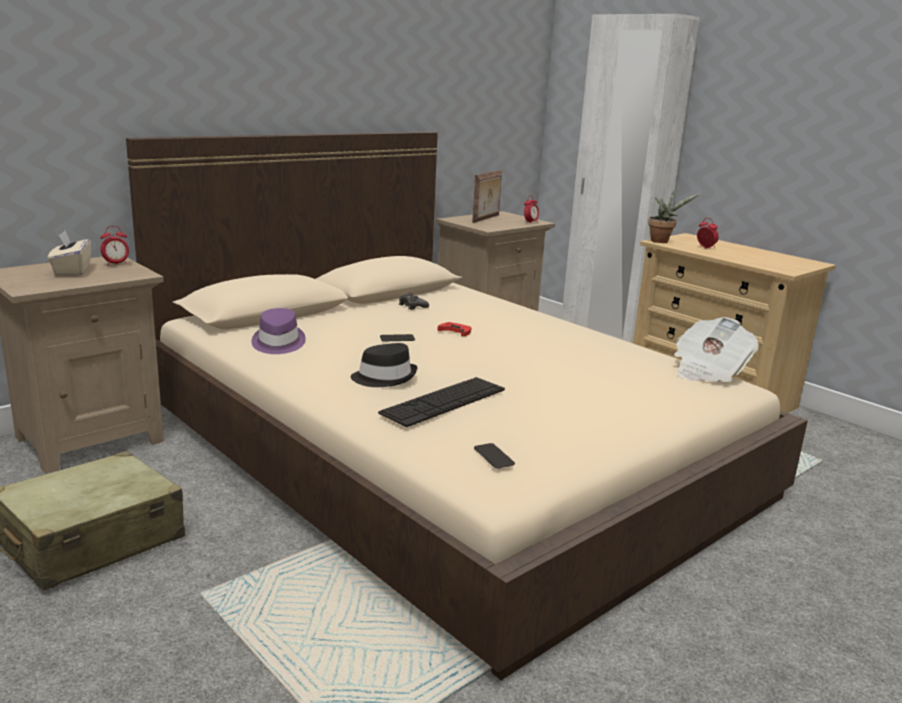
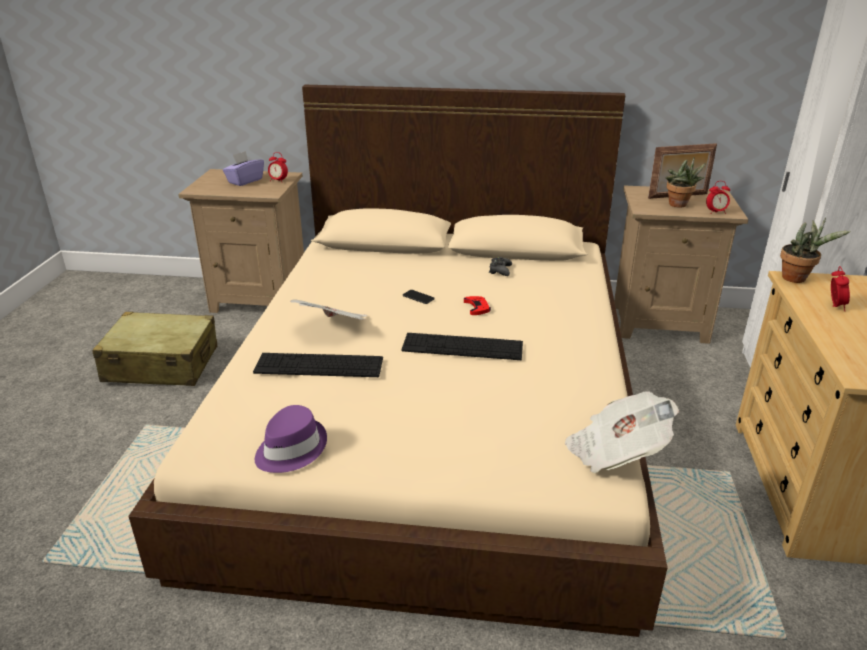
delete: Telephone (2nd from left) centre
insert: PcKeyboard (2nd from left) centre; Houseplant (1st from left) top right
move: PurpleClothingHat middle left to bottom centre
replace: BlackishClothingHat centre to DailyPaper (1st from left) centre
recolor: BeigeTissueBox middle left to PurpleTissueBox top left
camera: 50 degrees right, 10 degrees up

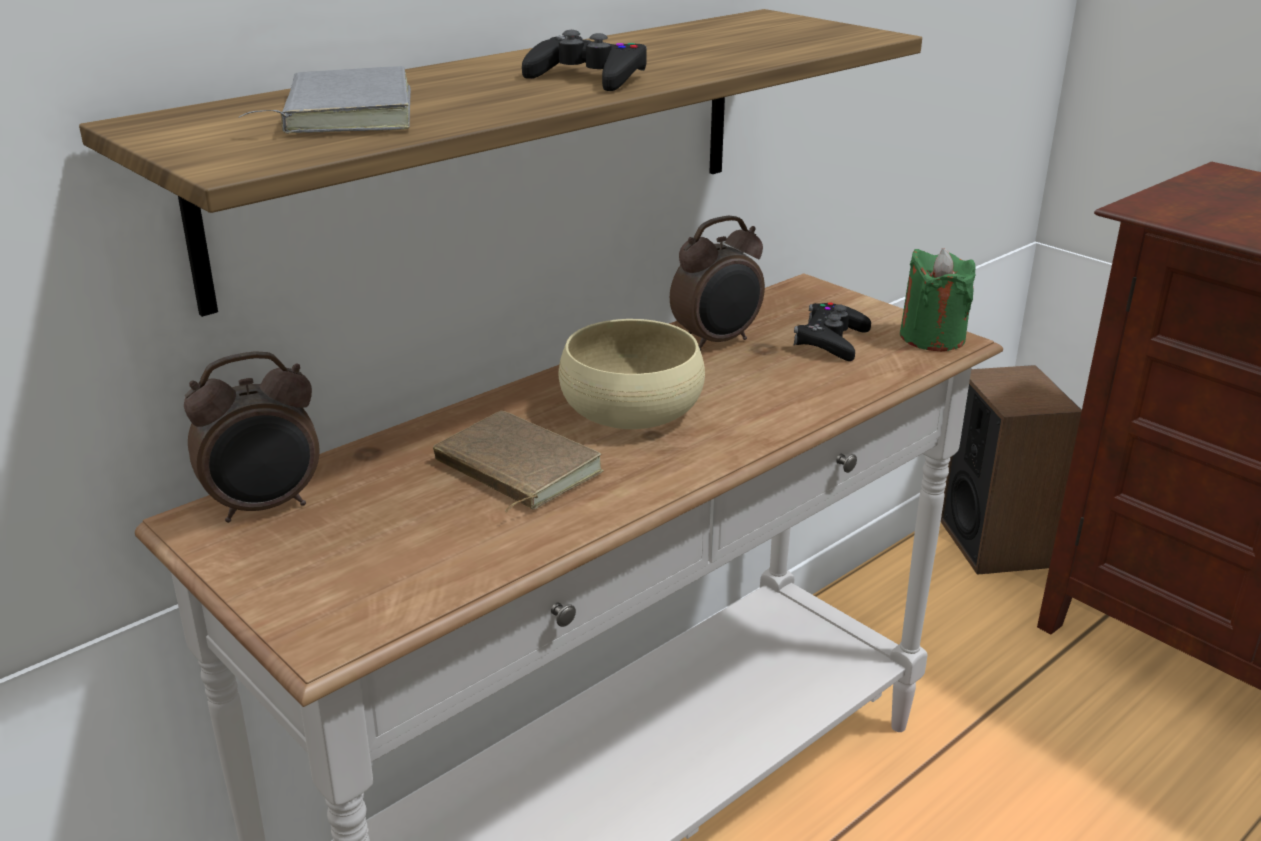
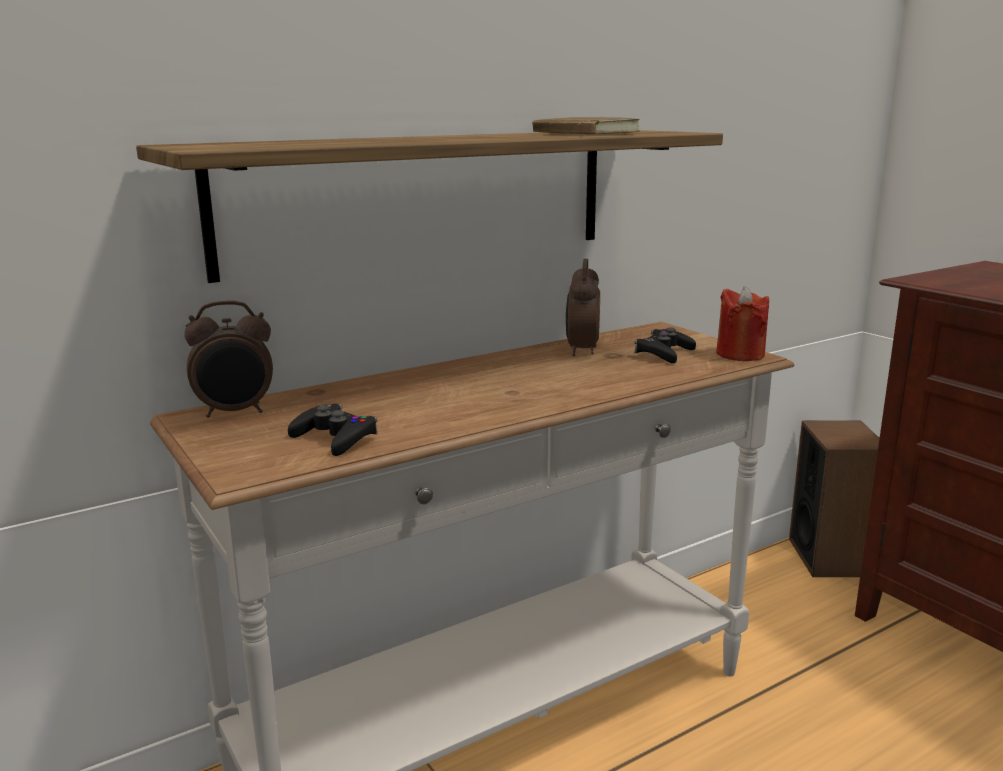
delete: GreyishBoundBook top left; BeigeDeepDish centre
move: BrownishBoundBook centre to top centre; BlackishJoypad (1st from left) top centre to middle left
recolor: GreenWaxCandle middle right to RedWaxCandle middle right
rotate: BedsideClock (2nd from left) centre = centre 120 degrees clockwise
camera: 10 degrees right, 10 degrees down

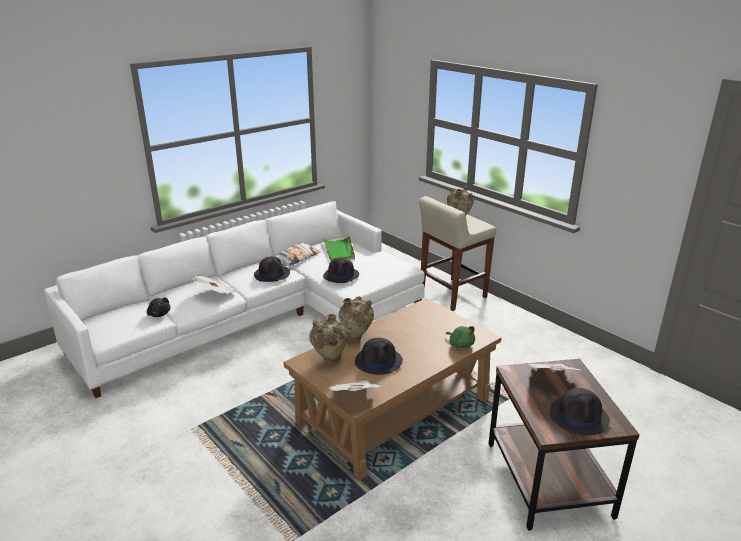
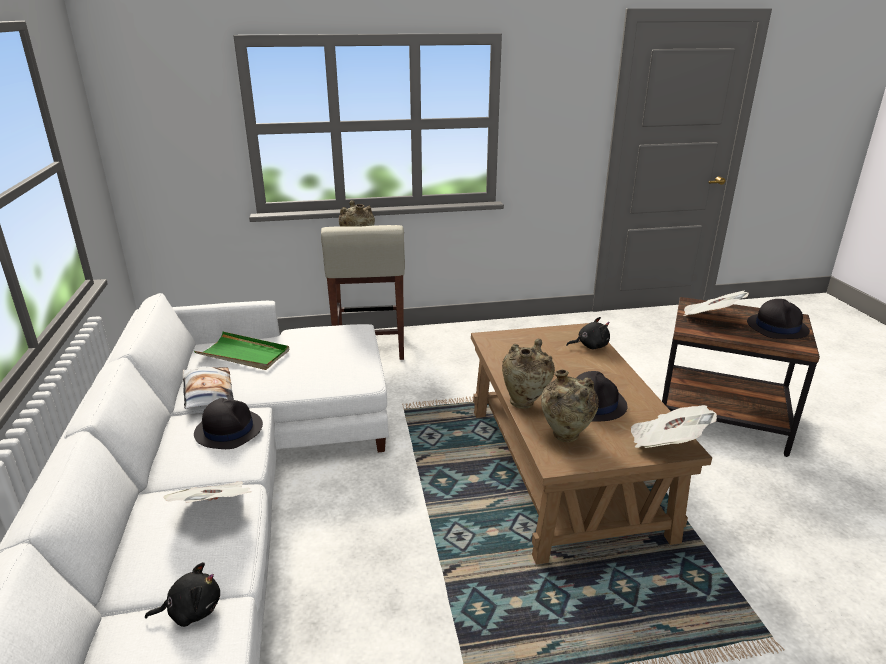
delete: BlackishClothingHat (2nd from left) centre
recolor: GreenSoftToy centre to BlackishSoftToy (2nd from left) centre
camera: 60 degrees left, 0 degrees up

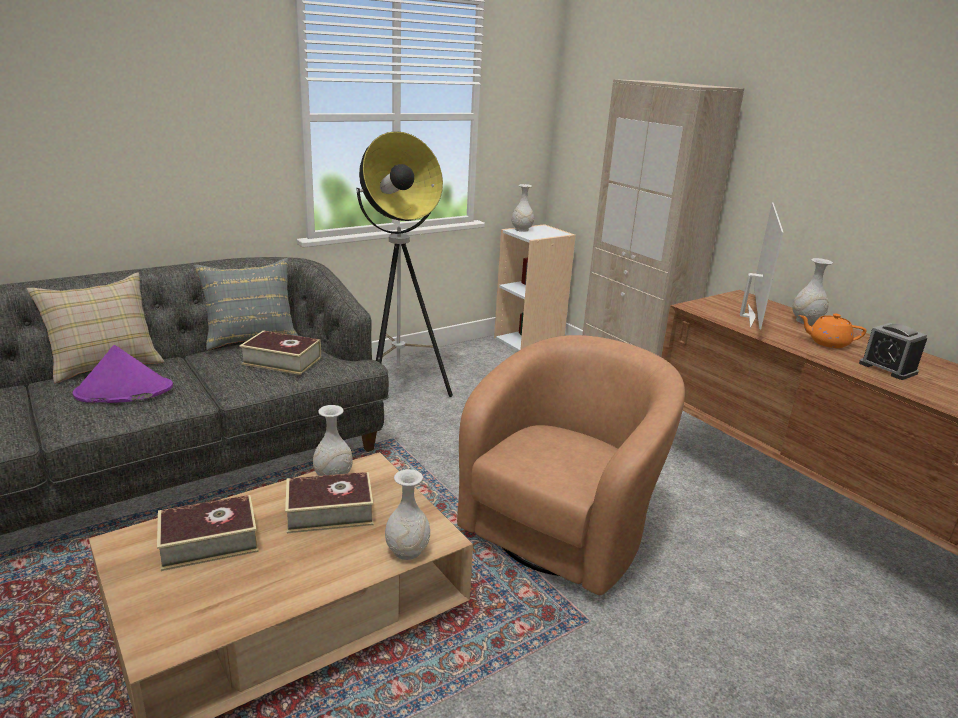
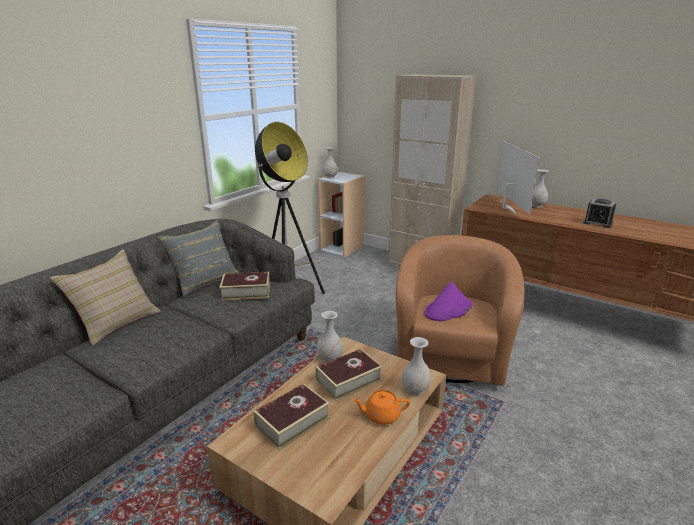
move: PurpleClothingHat middle left to centre; OrangeColouredTeapot middle right to bottom centre
camera: 20 degrees left, 0 degrees up

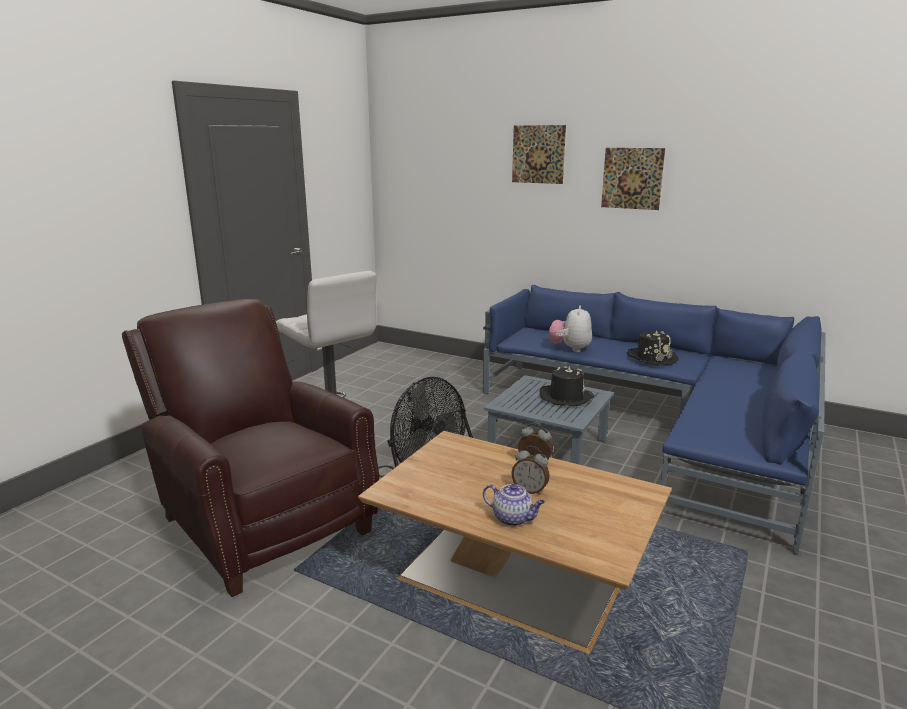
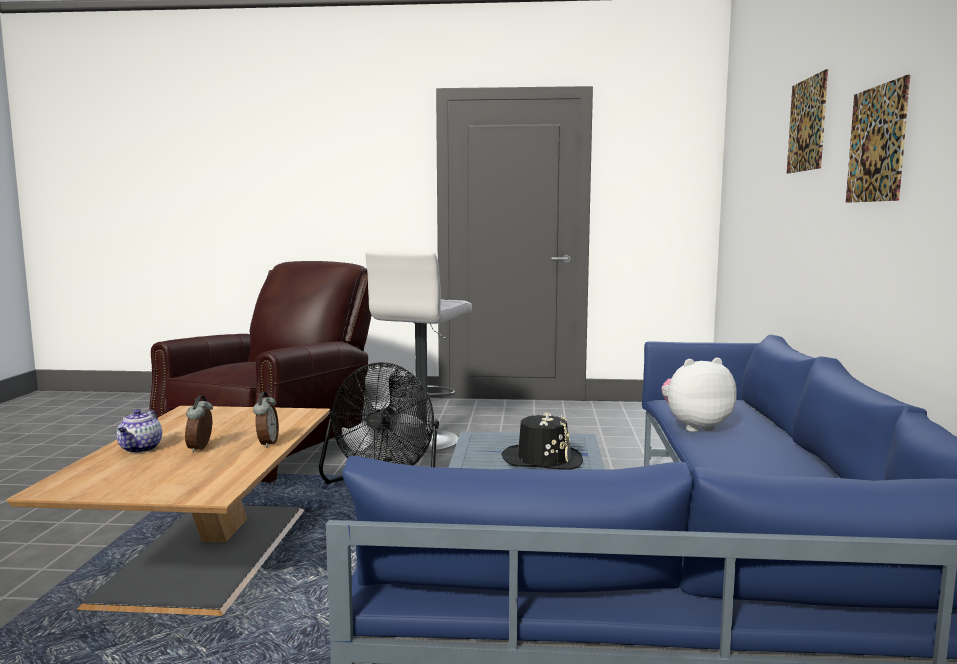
delete: BlackishClothingHat (2nd from left) middle right
camera: 65 degrees right, 10 degrees down

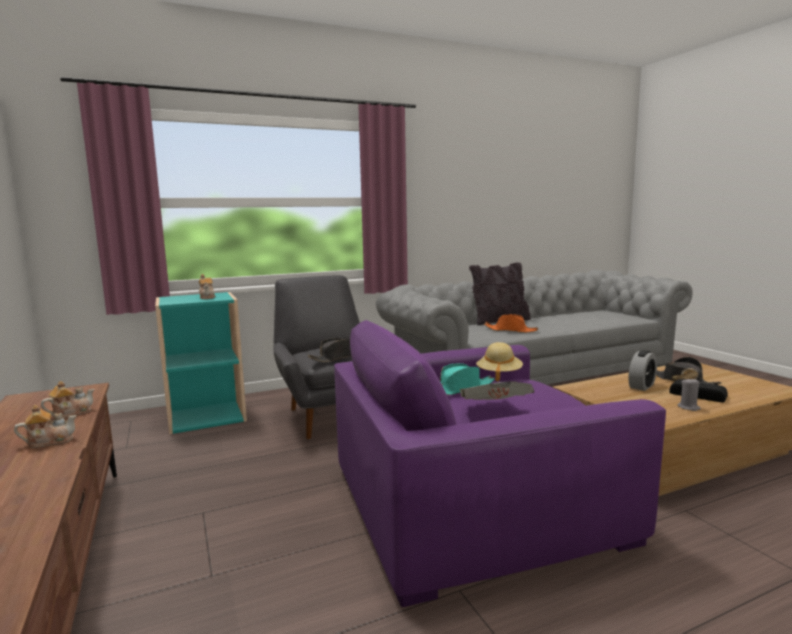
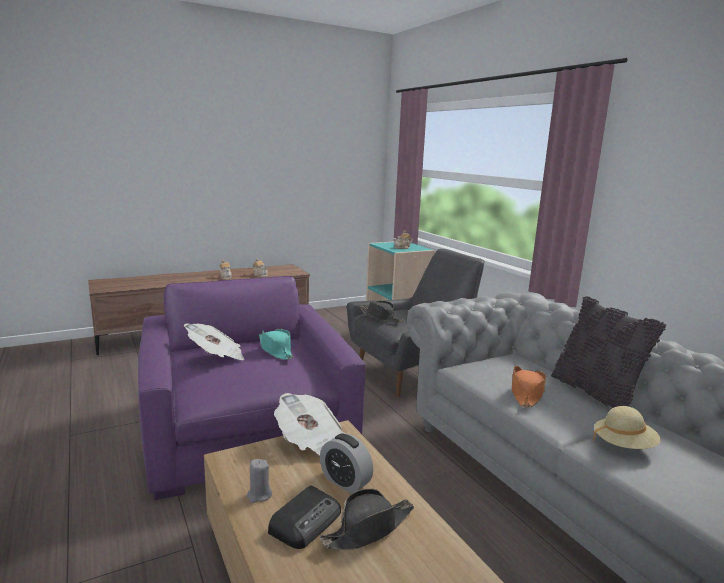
insert: DailyPaper (2nd from left) bottom centre
move: BeigeClothingHat centre to bottom right
camera: 85 degrees right, 5 degrees up

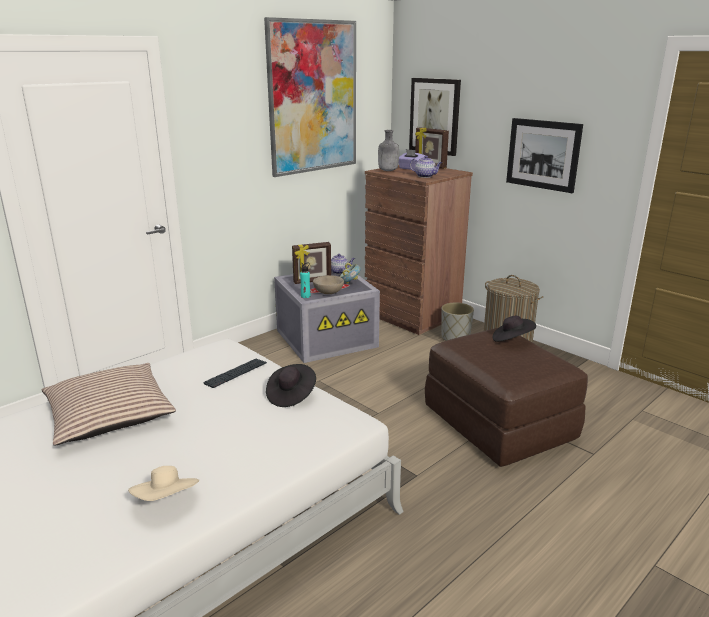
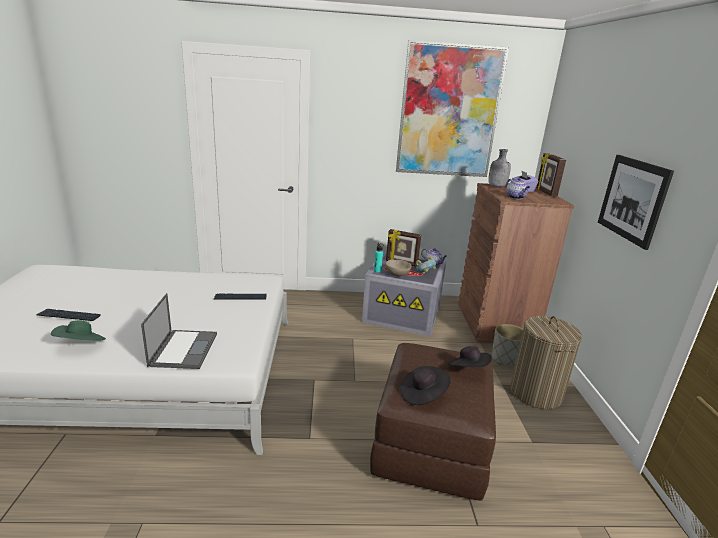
delete: Cushion middle left; WallArt (2nd from left) top centre
insert: PcKeyboard (1st from left) middle left; PortableComputer middle left
move: BlackishClothingHat (1st from left) centre to bottom centre
recolor: BeigeClothingHat bottom left to GreenClothingHat middle left
camera: 40 degrees right, 0 degrees up

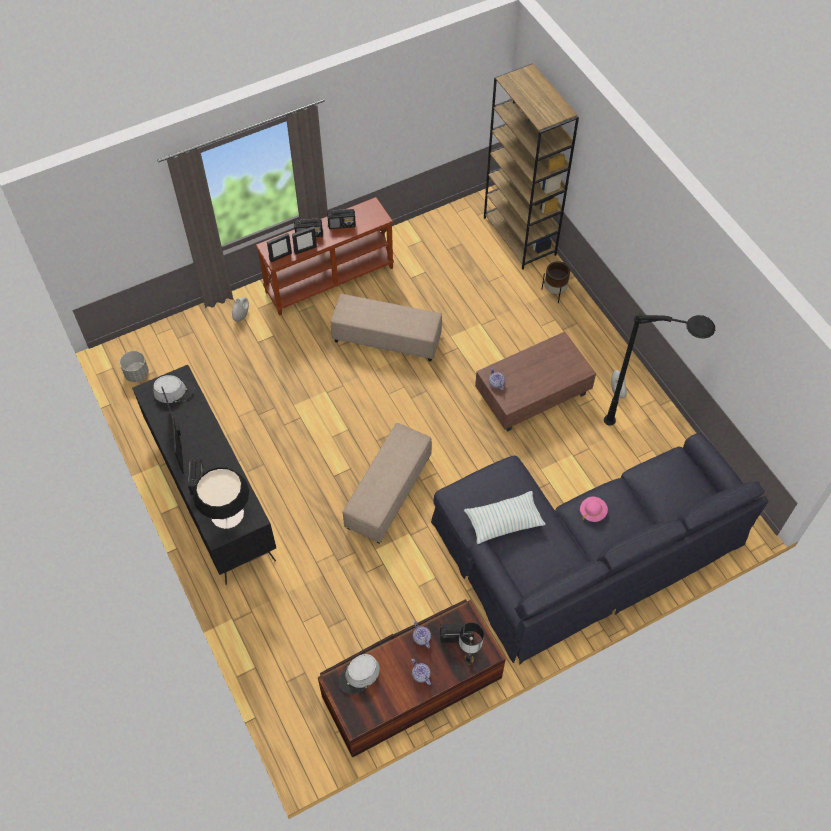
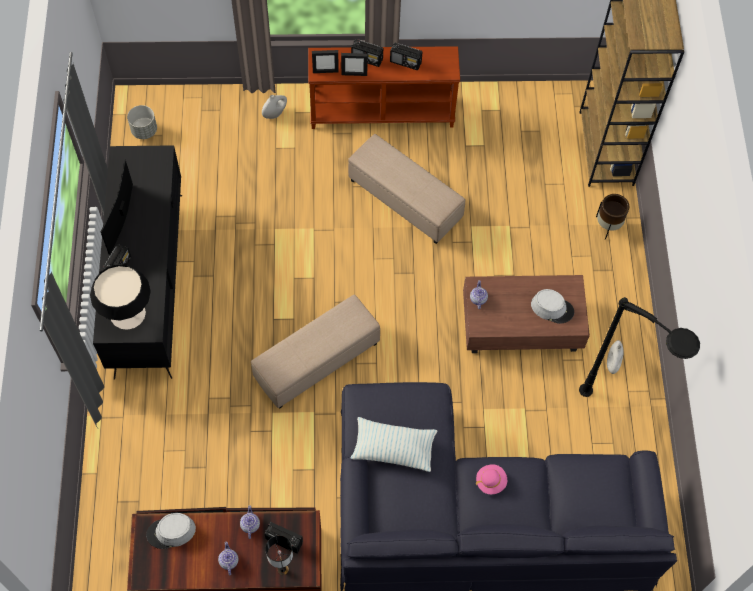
move: GreyishClothingHat (1st from left in the first image) middle left to GreyishClothingHat (2nd from left) middle right
camera: 25 degrees right, 5 degrees up

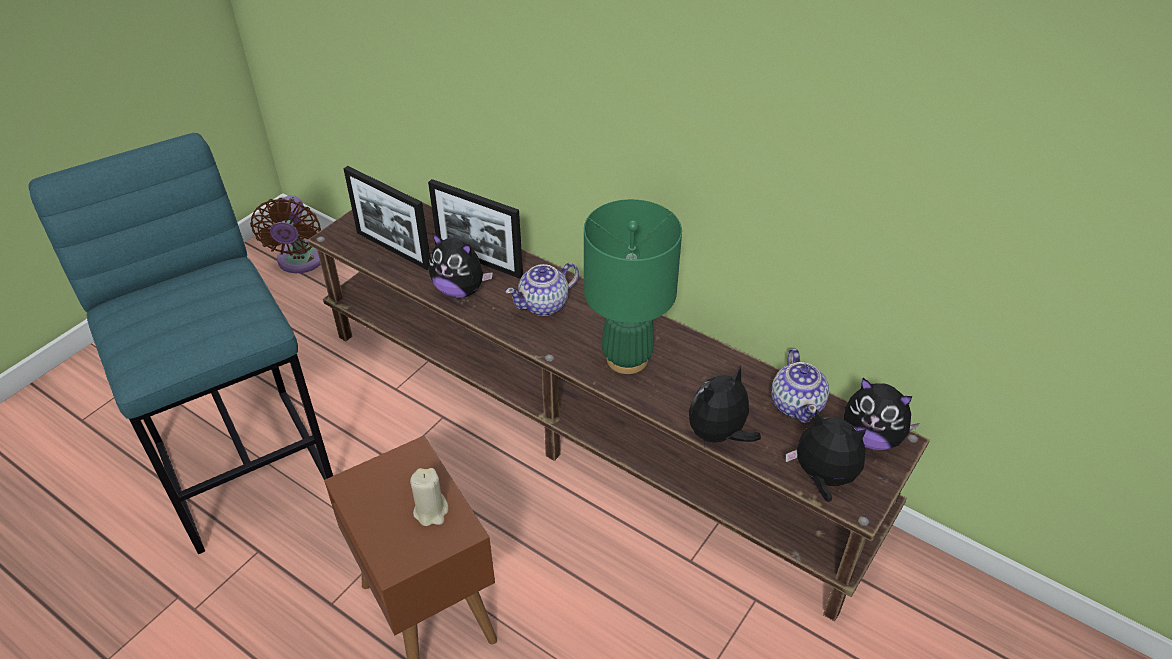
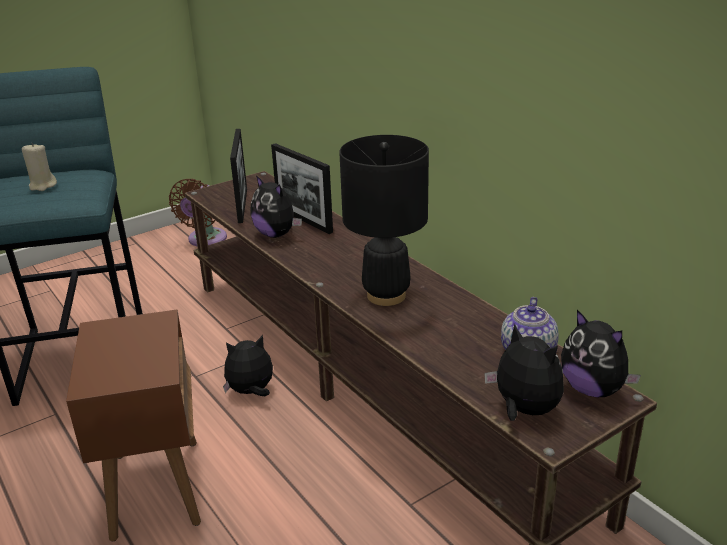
delete: Teapot (1st from left) centre
move: BeigeWaxCandle bottom centre to top left; SoftToy (2nd from left in the first image) centre to SoftToy (1st from left) bottom centre
recolor: GreenTabletopLamp centre to BlackishTabletopLamp centre
rotate: StandingFrame (1st from left) top left = top left 150 degrees counterclockwise
camera: 20 degrees right, 15 degrees down

